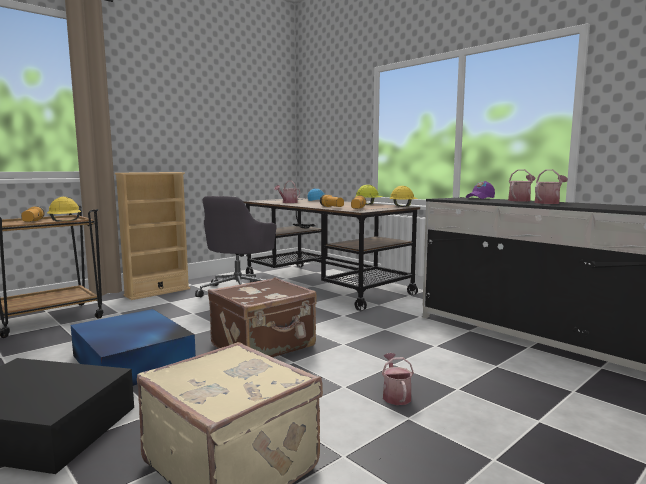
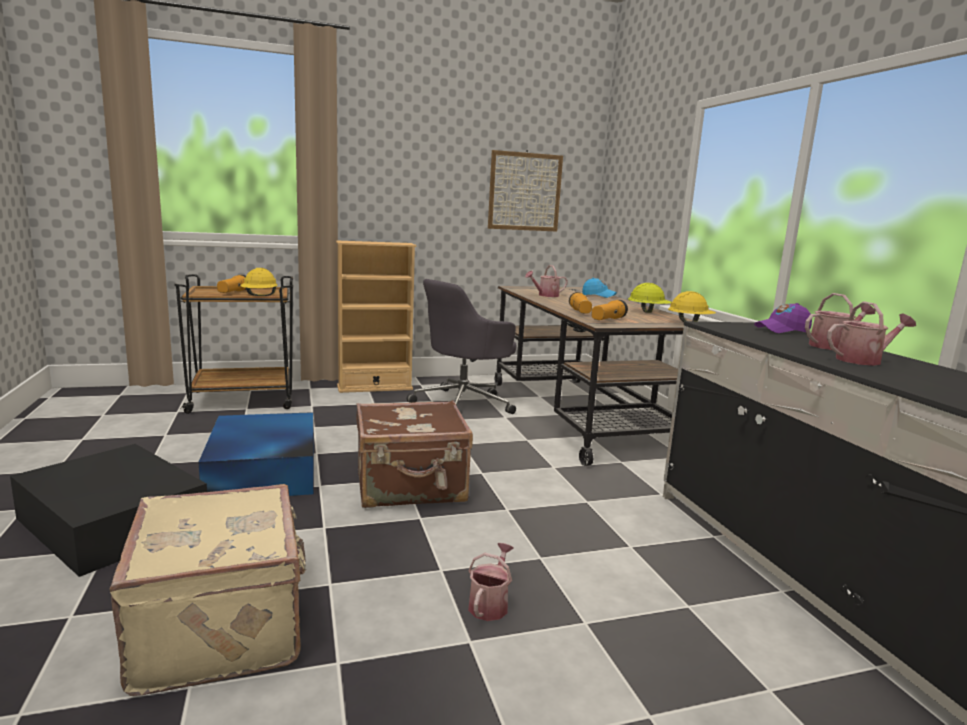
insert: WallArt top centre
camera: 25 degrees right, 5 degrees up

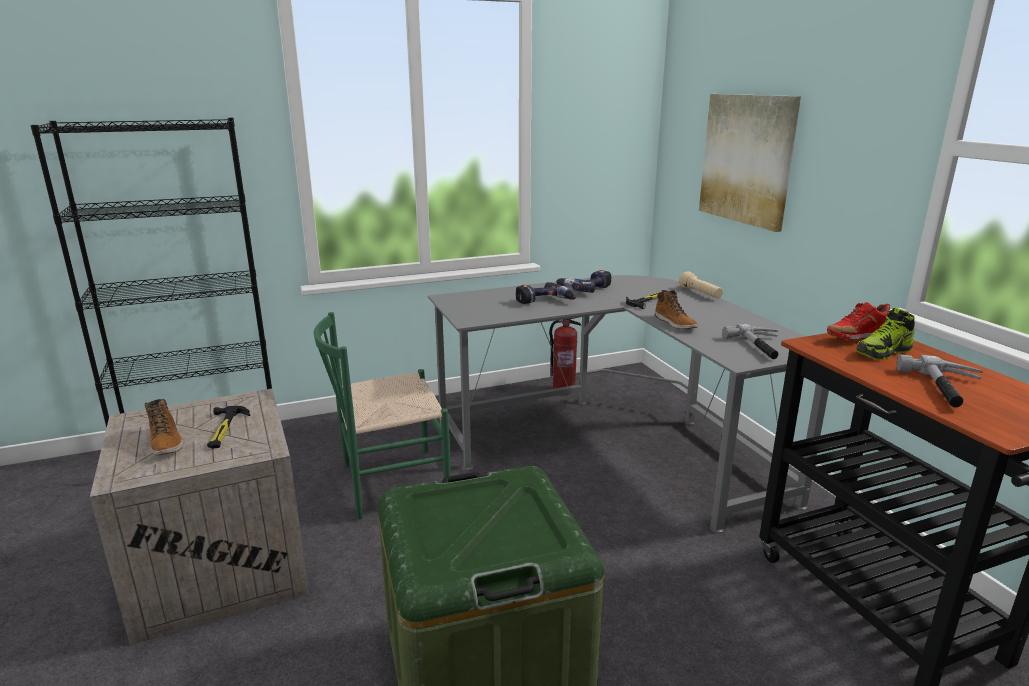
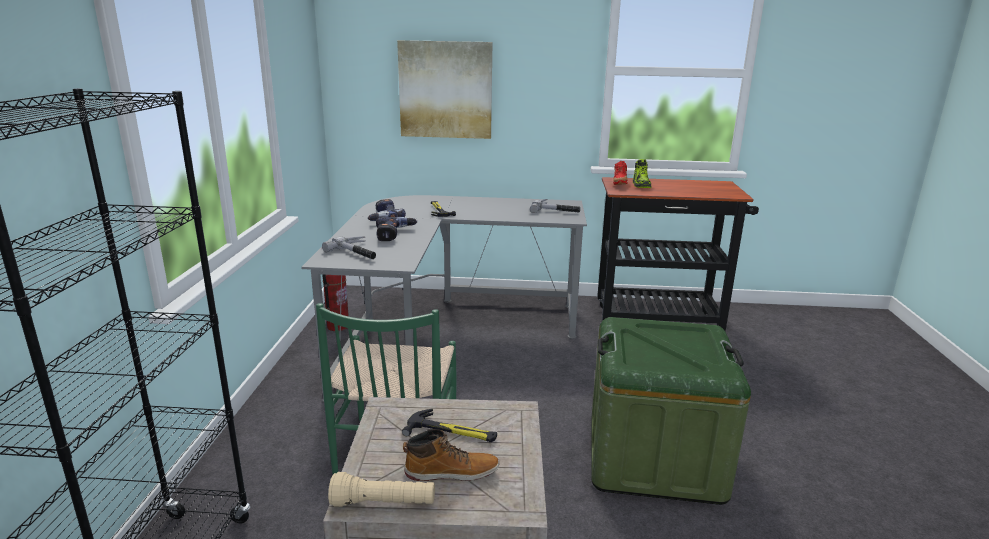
delete: TallBoot (2nd from left) centre
move: BeigeHandTorch middle right to bottom centre; ToolHammer (4th from left in the first image) middle right to ToolHammer (1st from left) centre
camera: 65 degrees left, 0 degrees up

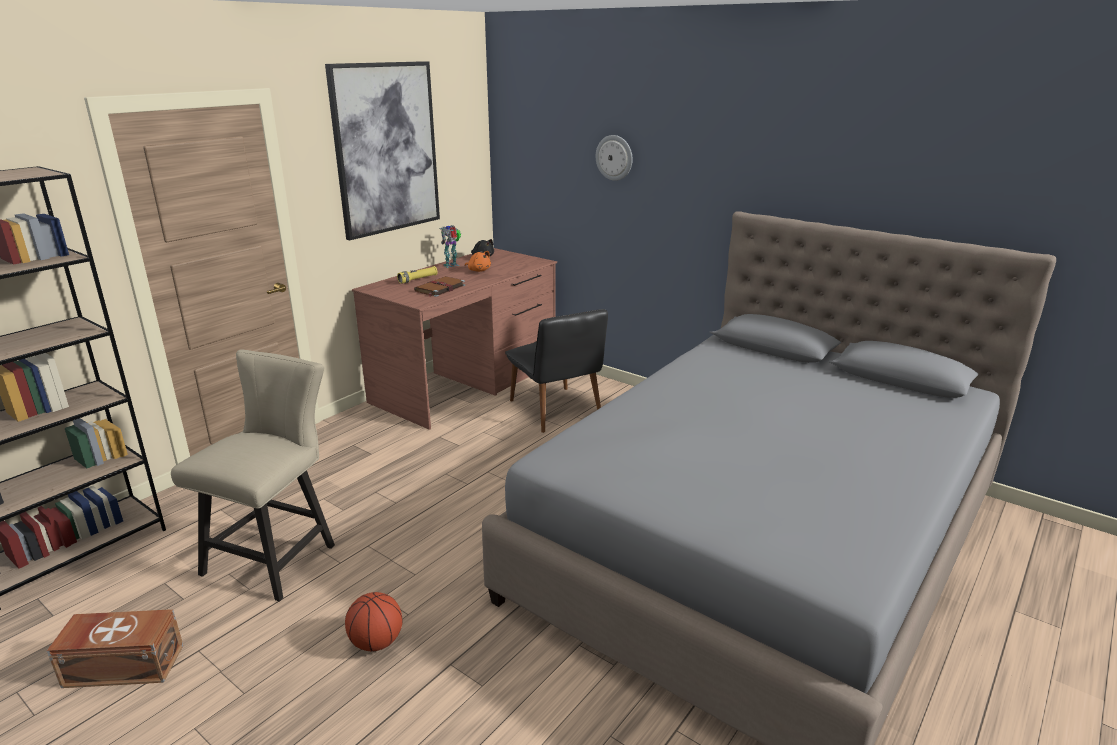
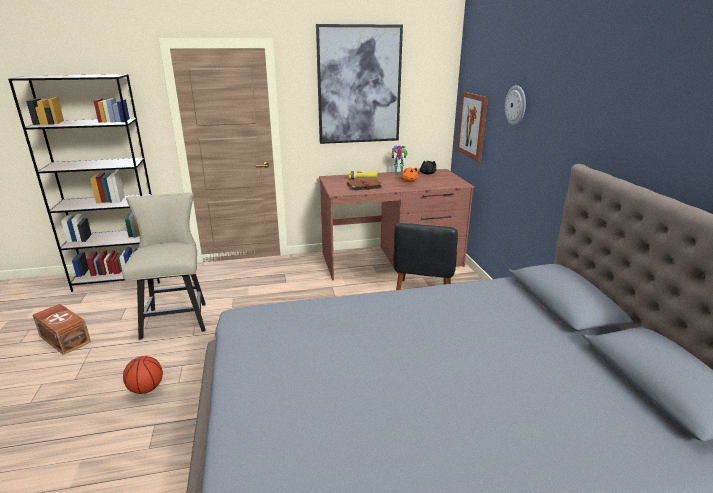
insert: WallArt (2nd from left) top centre
rotate: BeigeUprightChair middle left = middle left 75 degrees counterclockwise
camera: 40 degrees right, 0 degrees up

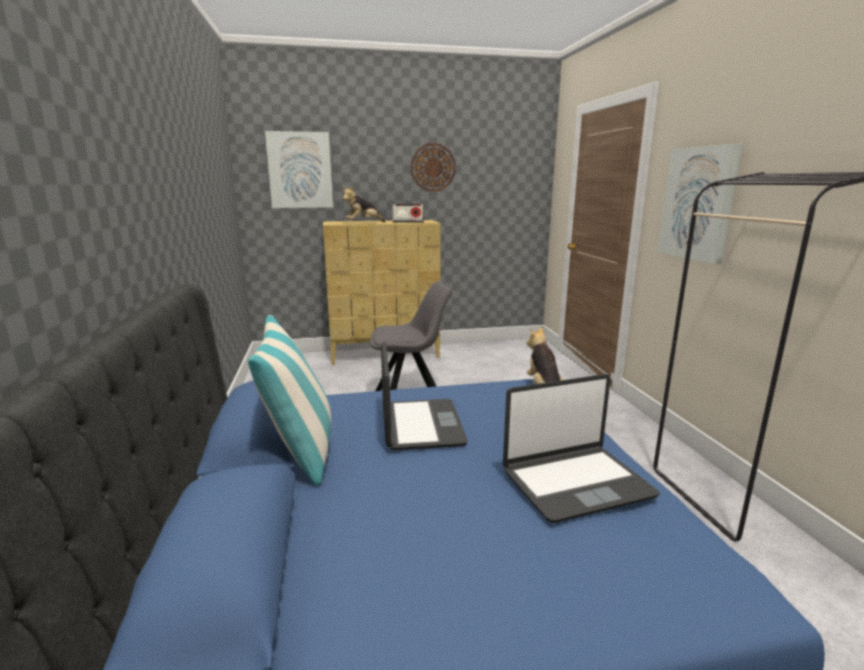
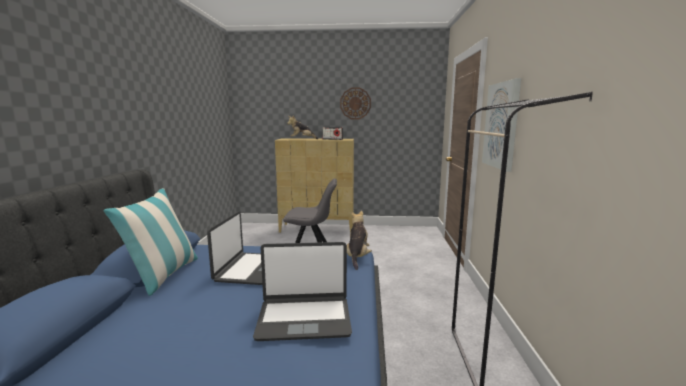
delete: WallArt (1st from left) top centre
camera: 15 degrees right, 5 degrees down

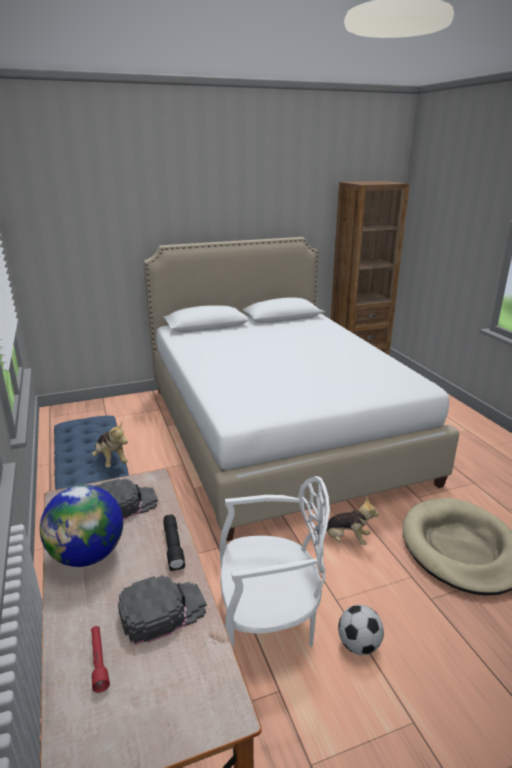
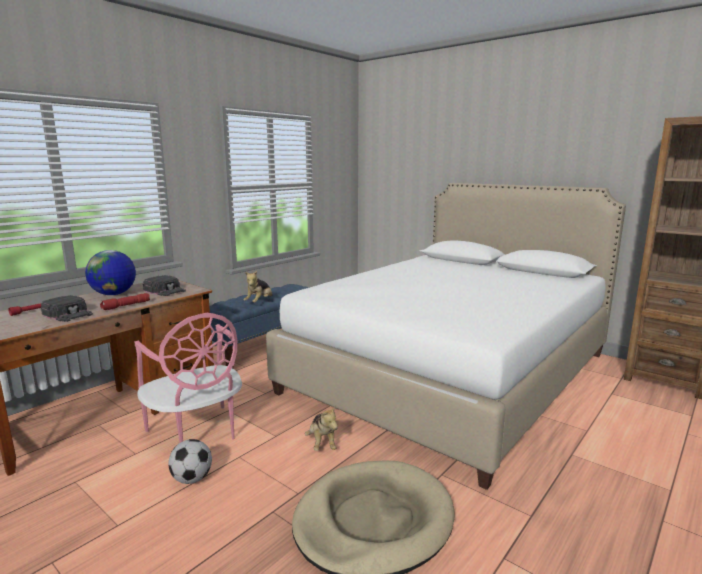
recolor: BlackishHandTorch bottom centre to RedHandTorch (2nd from left) middle left; WhitishUprightChair bottom centre to PinkColouredUprightChair middle left
camera: 60 degrees right, 10 degrees down

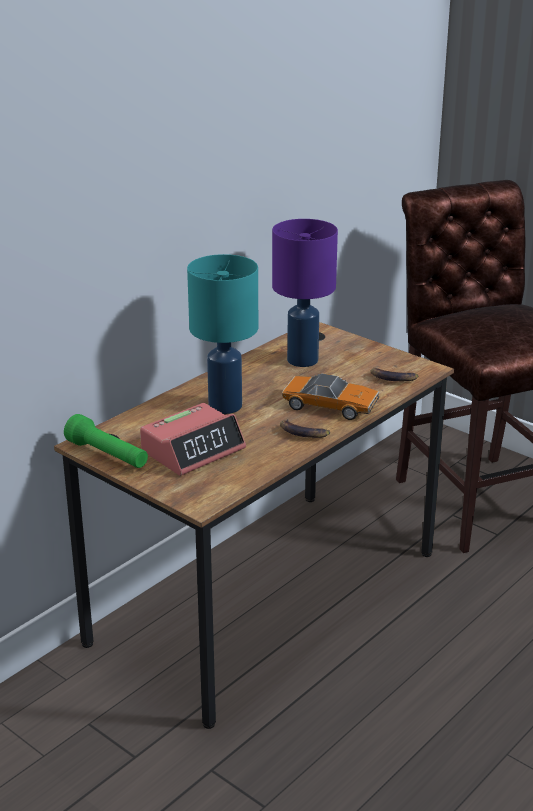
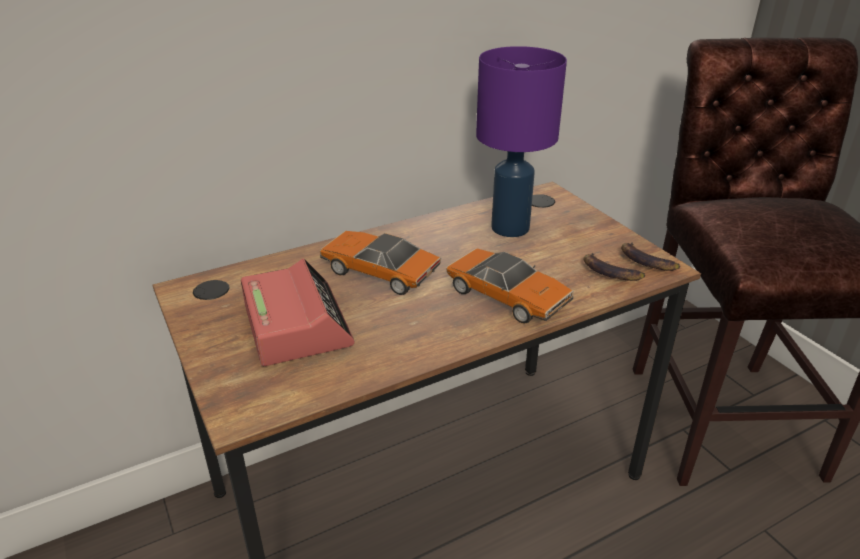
delete: GreenHandTorch middle left
move: WholeBanana (1st from left in the first image) centre to WholeBanana (2nd from left) middle right
replace: TurquoiseColouredTabletopLamp centre to MiniatureCar (1st from left) centre
rotate: BedsideClock centre = centre 90 degrees counterclockwise
camera: 20 degrees right, 5 degrees up

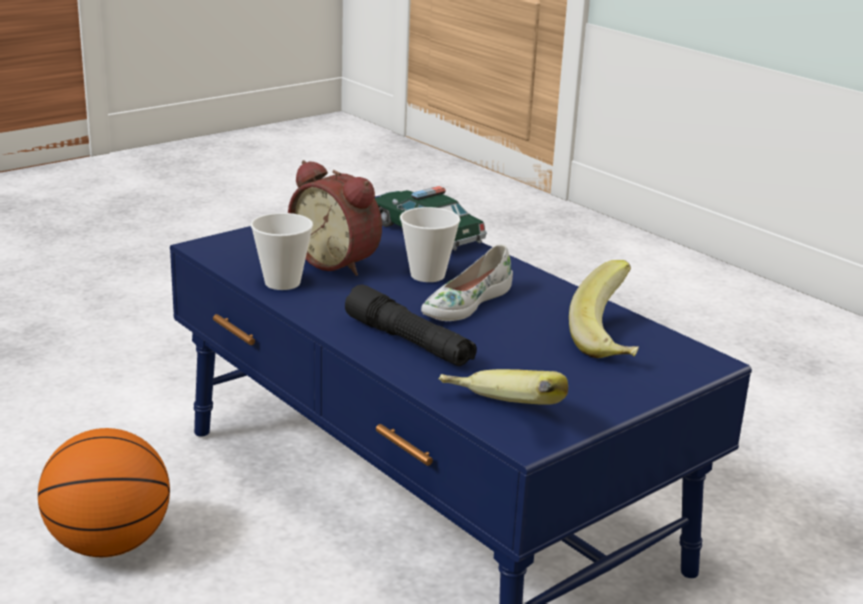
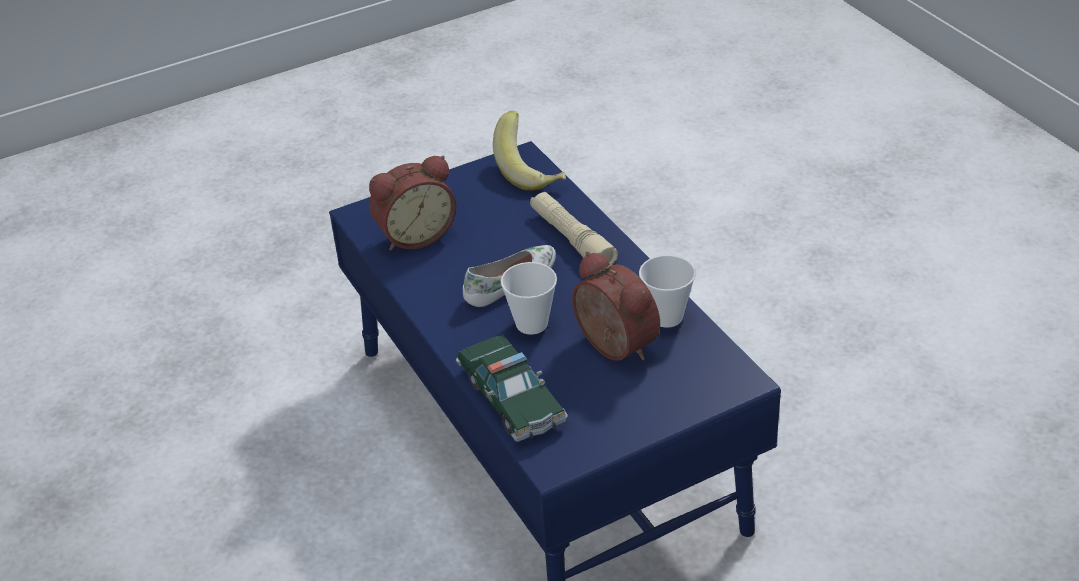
delete: Basketball bottom left
replace: WholeBanana (2nd from left) middle right to BedsideClock (1st from left) centre
recolor: BlackishHandTorch centre to BeigeHandTorch centre
camera: 165 degrees left, 15 degrees up

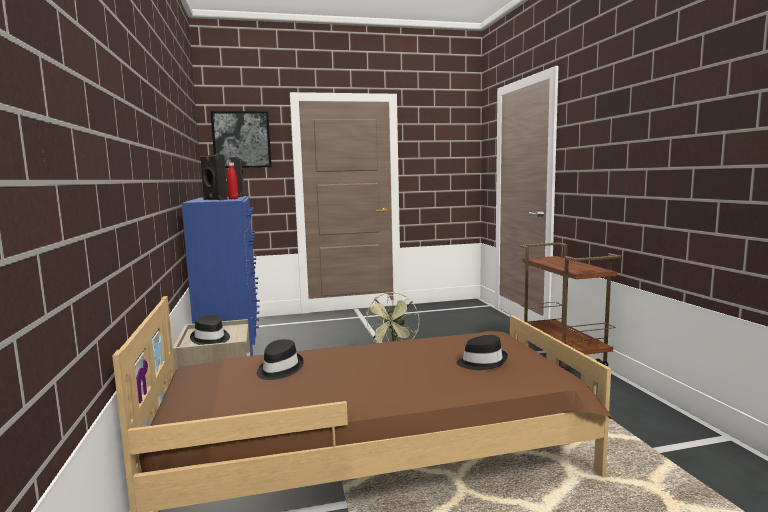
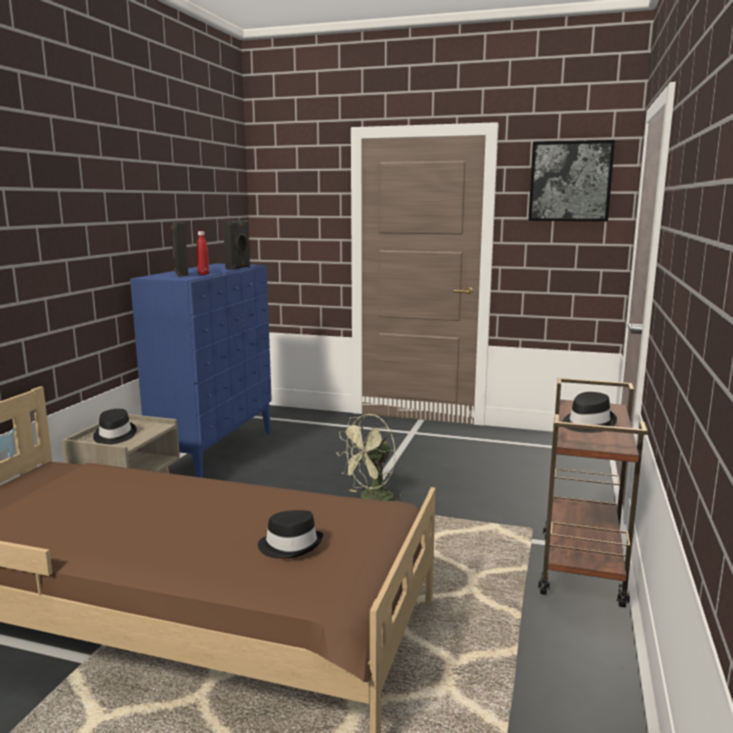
move: WallArt top left to top right; BlackishClothingHat (2nd from left in the first image) bottom centre to BlackishClothingHat (3rd from left) middle right
camera: 30 degrees right, 5 degrees up

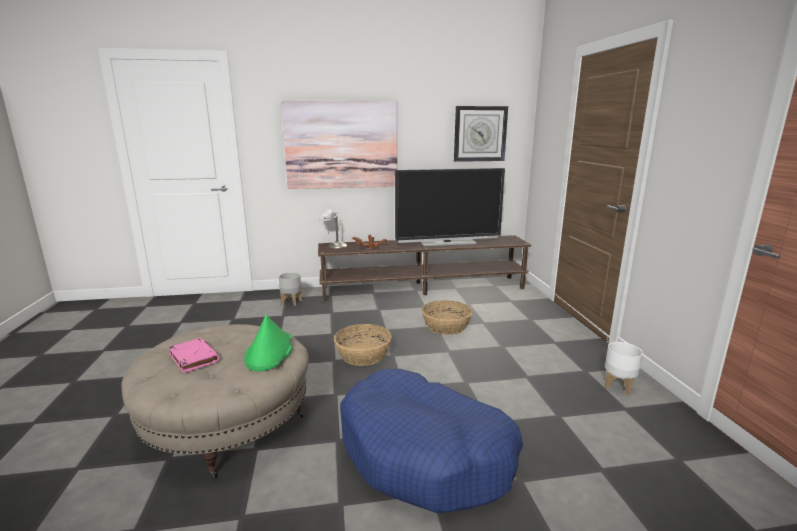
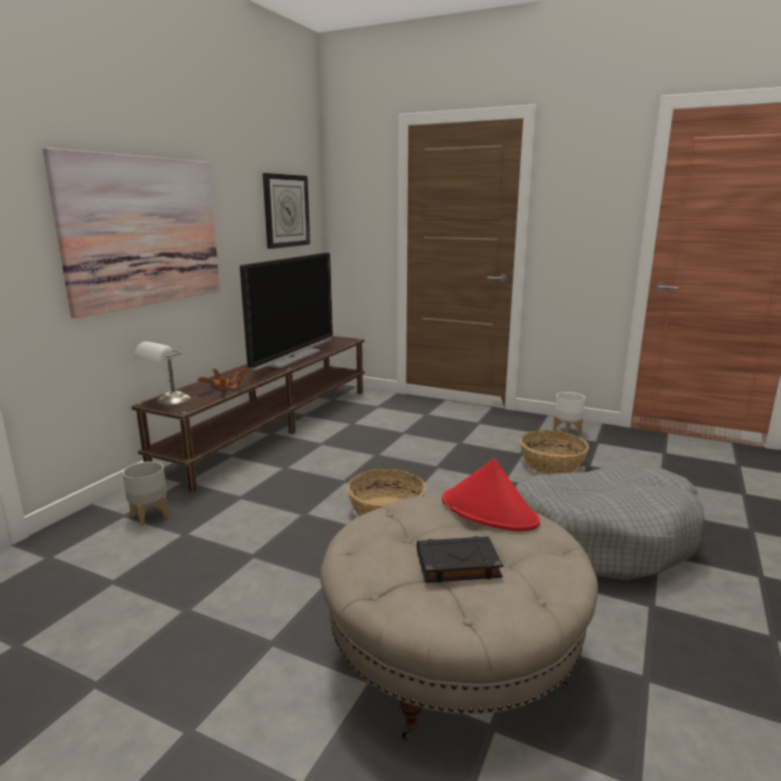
move: StorageBasket (2nd from left) centre to middle right
recolor: PinkColouredBoundBook bottom left to BlackishBoundBook bottom centre; GreenClothingHat centre to RedClothingHat centre; BluishPetBed bottom centre to GreyishPetBed bottom right
camera: 55 degrees left, 0 degrees up

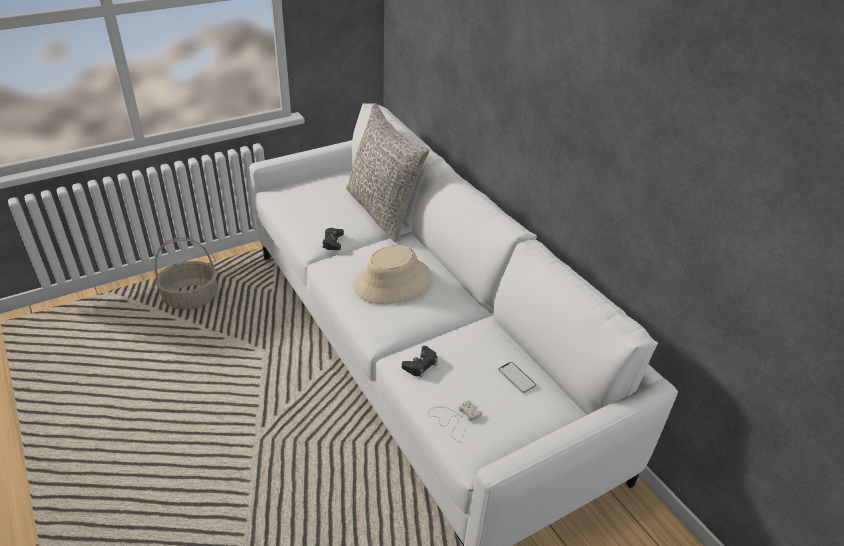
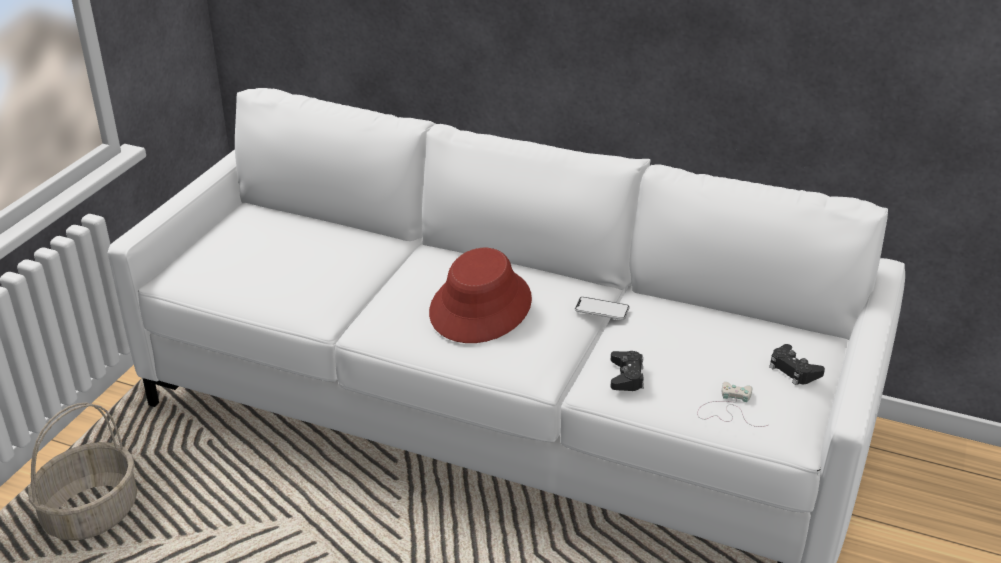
delete: GreyishCushion top centre
move: BlackishJoypad (1st from left in the first image) centre to BlackishJoypad (2nd from left) middle right; Telephone bottom centre to centre
recolor: BeigeClothingHat centre to RedClothingHat centre
camera: 35 degrees left, 5 degrees down

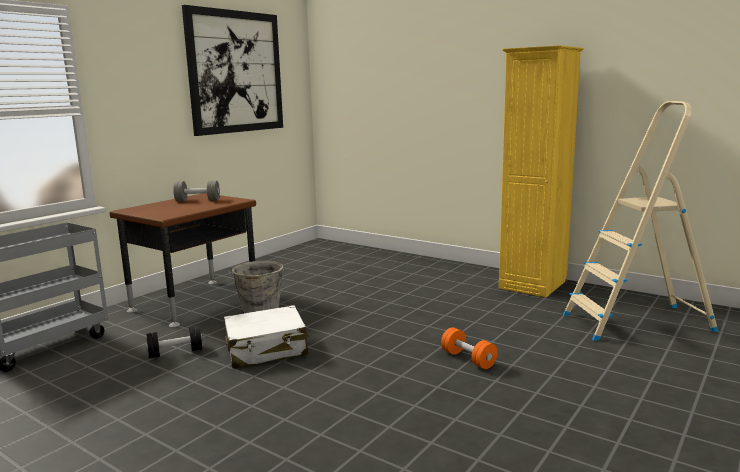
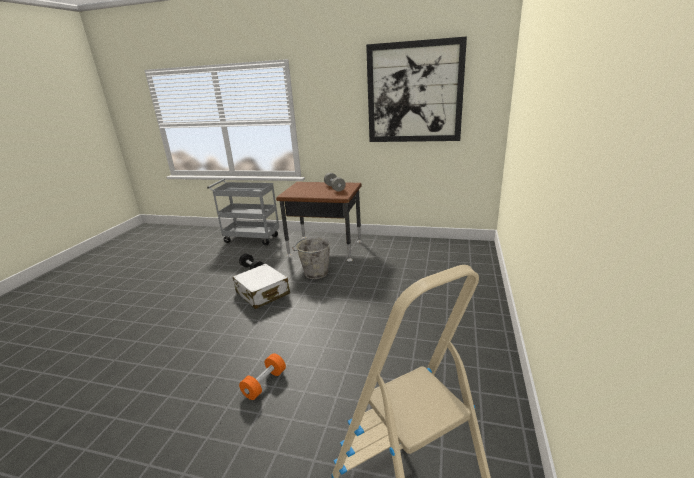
delete: YellowishCupboard middle right
camera: 70 degrees right, 10 degrees up

